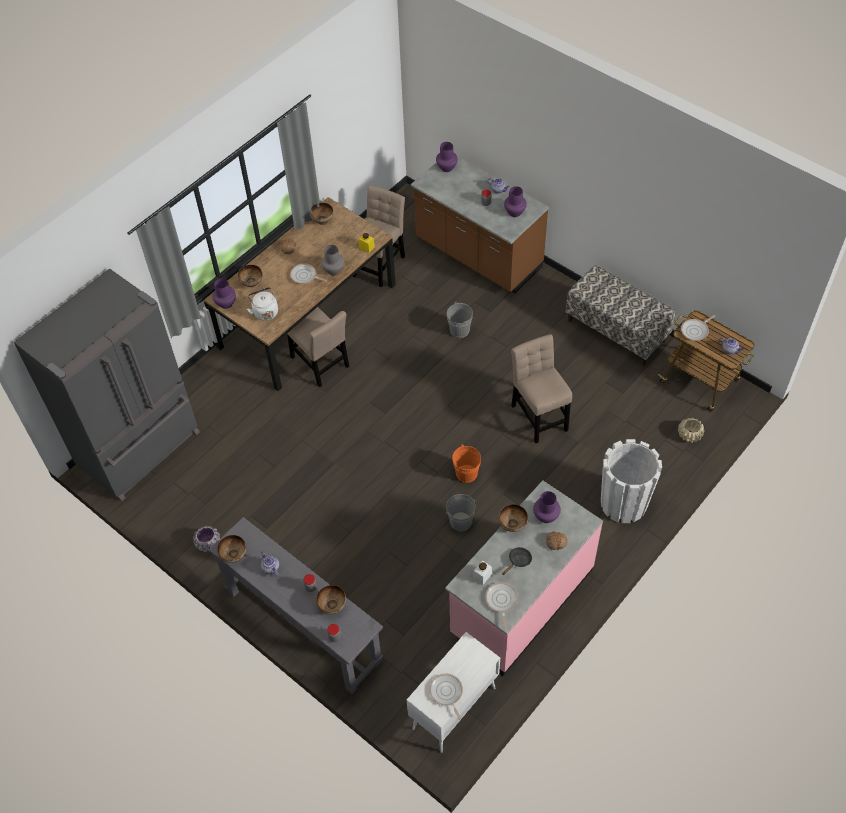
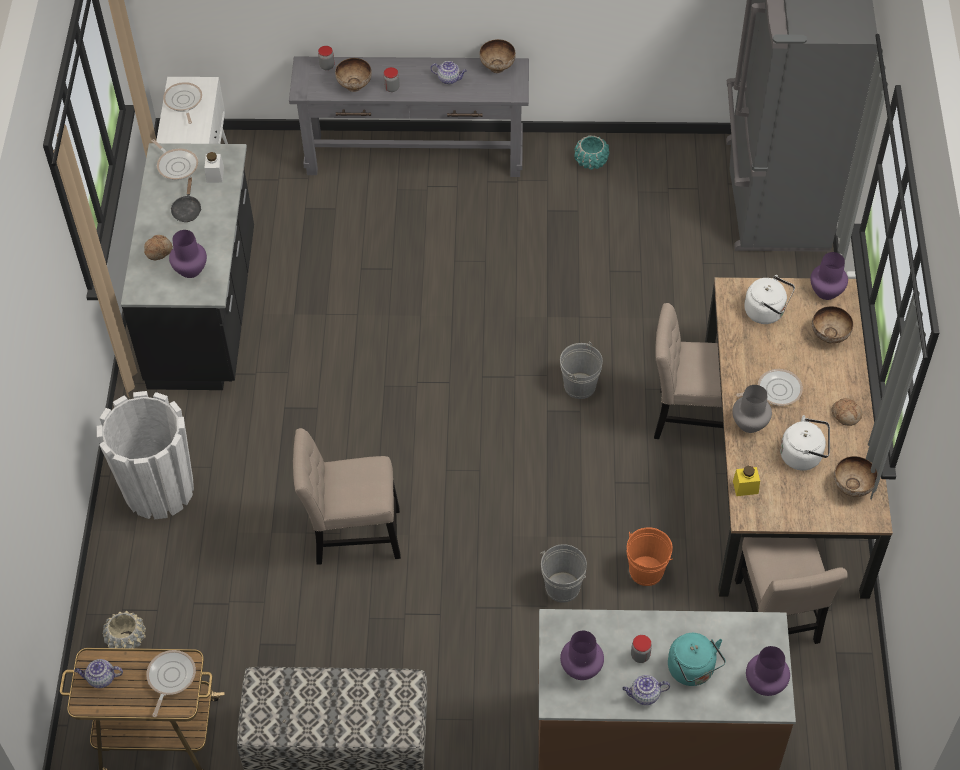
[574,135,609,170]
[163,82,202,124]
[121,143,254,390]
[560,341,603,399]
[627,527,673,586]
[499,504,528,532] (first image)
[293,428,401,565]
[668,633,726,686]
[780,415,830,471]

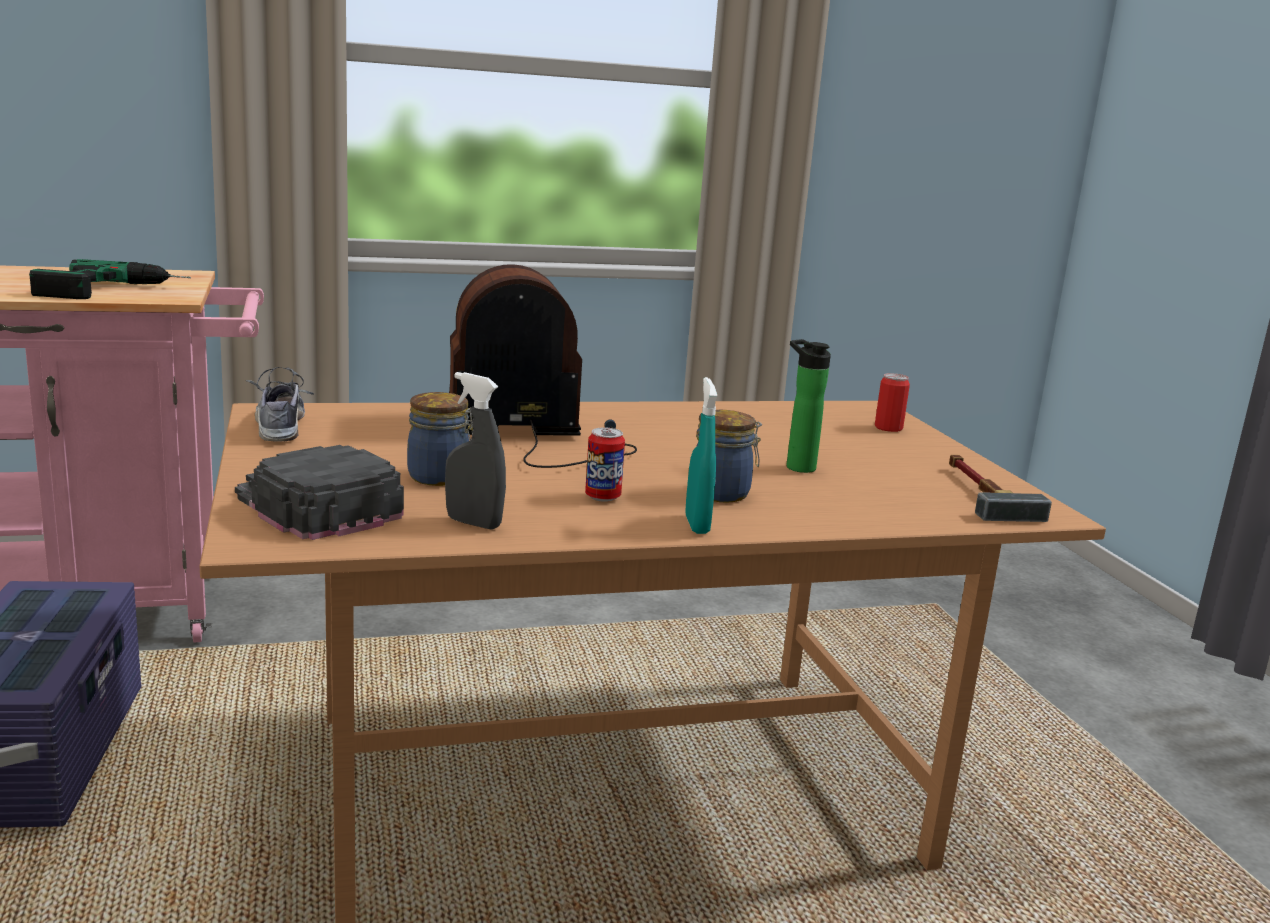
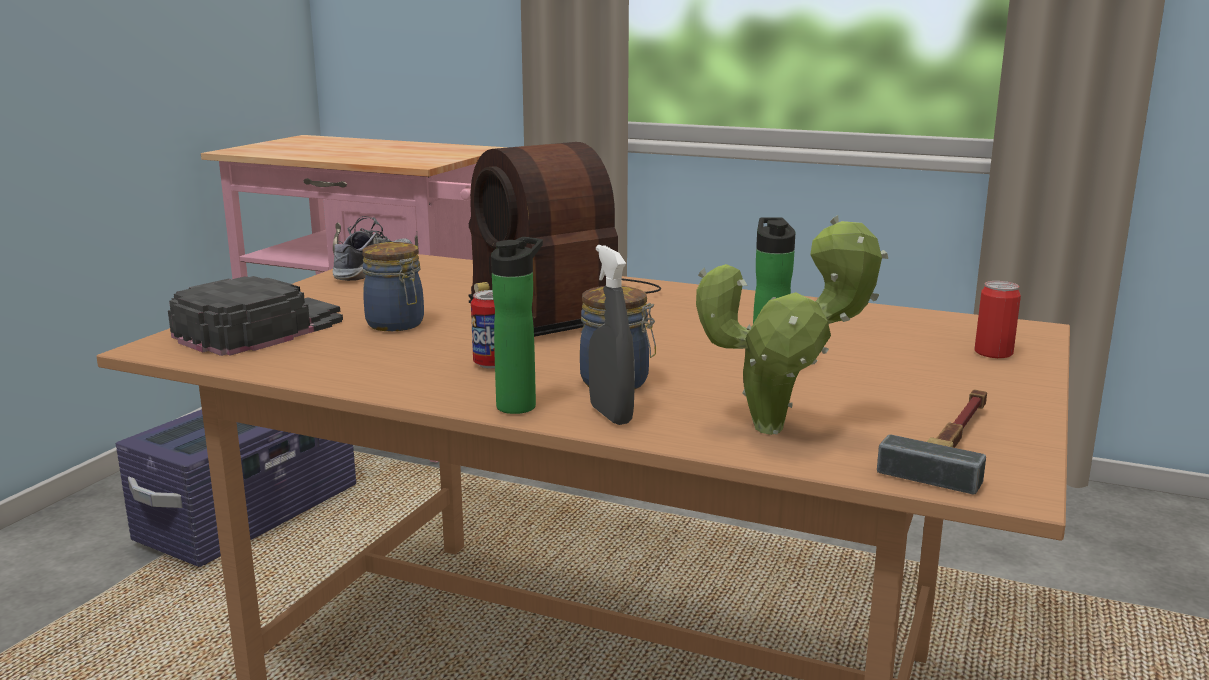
[29,259,191,299] (first image)
[168,276,343,356]
[589,245,635,425]
[468,142,661,337]
[491,237,543,414]
[696,215,888,435]

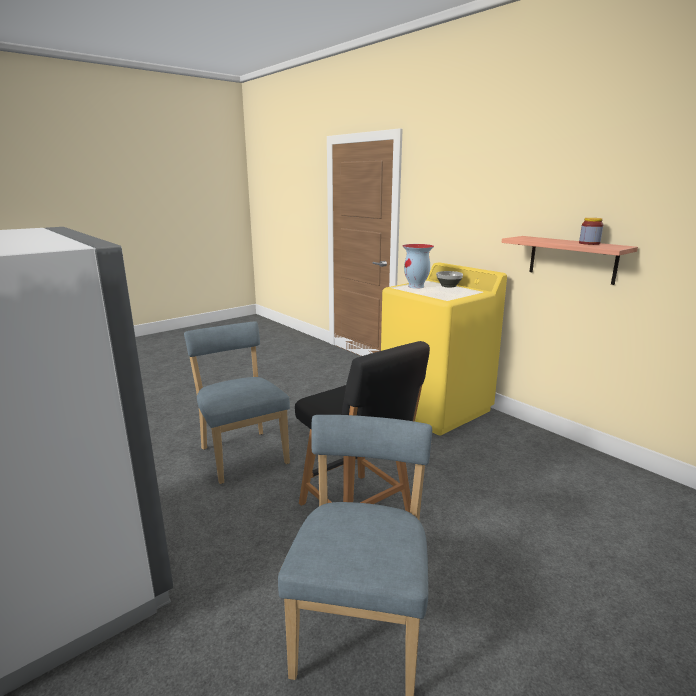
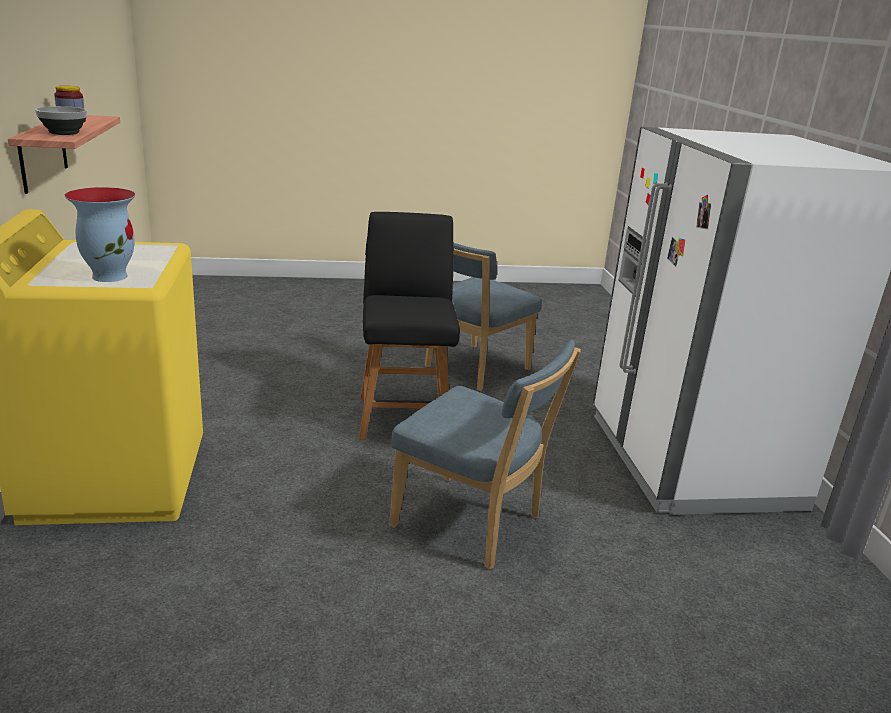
[389,340,581,570]
[35,106,87,135]

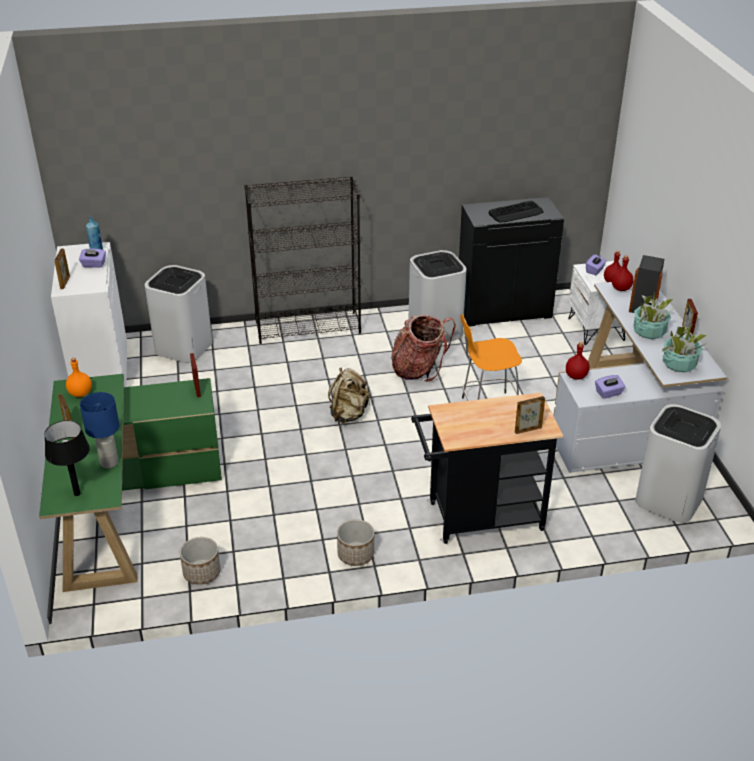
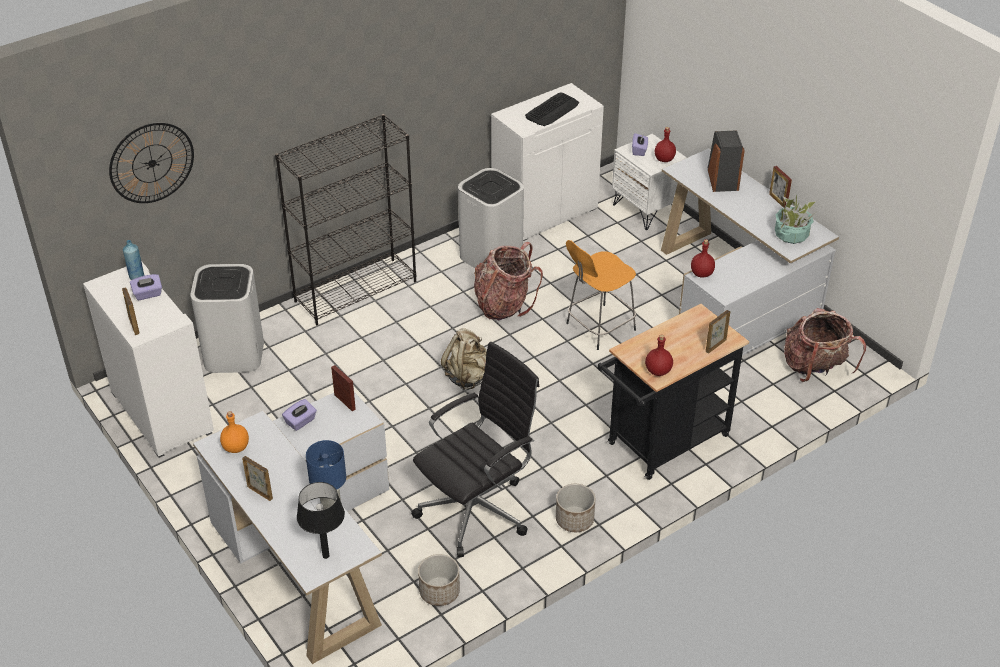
[193,392,389,664]
[491,83,604,241]
[282,399,317,431]
[645,335,673,376]
[633,293,676,339] (first image)
[784,308,866,382]
[109,122,194,203]
[411,342,539,557]

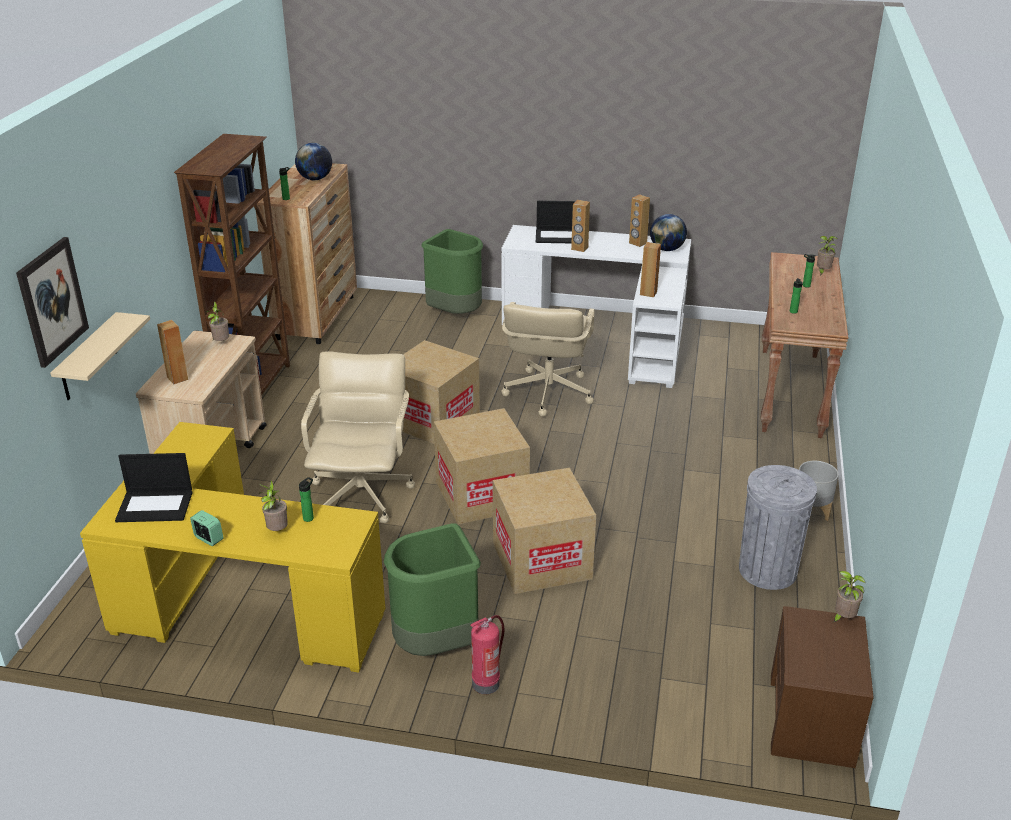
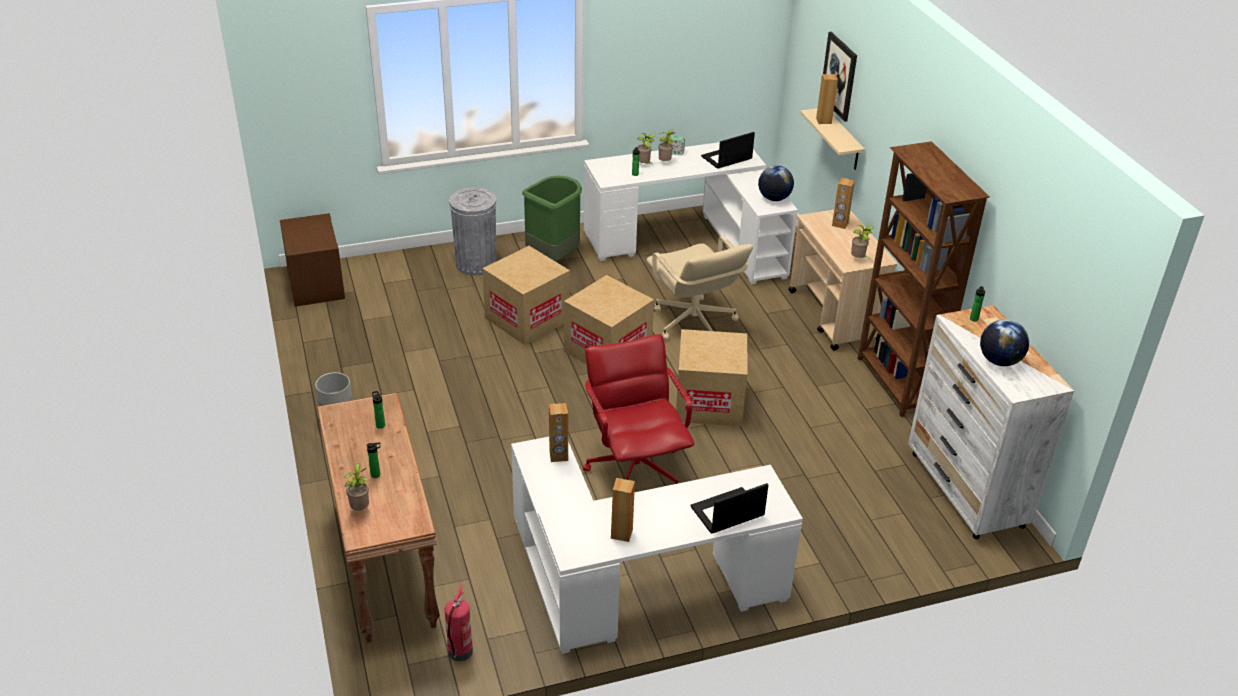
[584,142,798,285]
[908,305,1074,539]
[422,229,483,314] (first image)
[445,585,473,661]
[583,334,695,484]
[816,74,838,124]
[758,165,794,201]
[449,187,496,276]
[658,129,674,161]

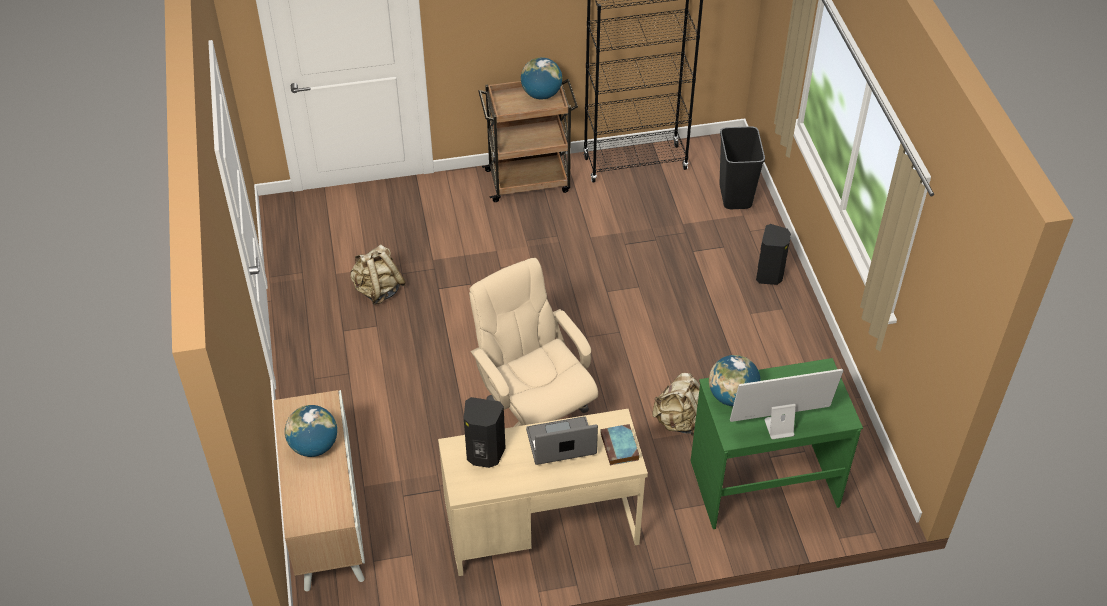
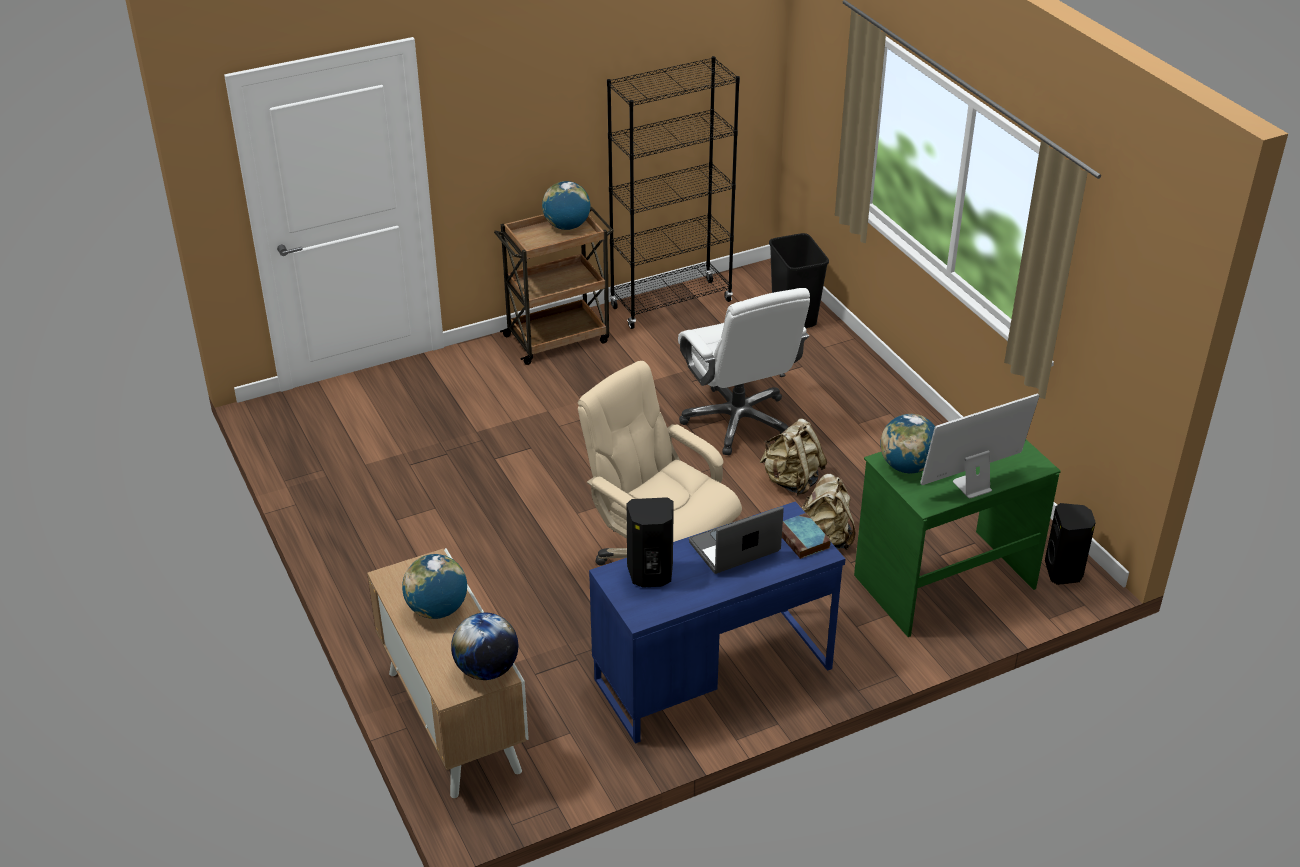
[760,418,827,495]
[589,501,846,744]
[1045,503,1096,585]
[451,613,518,680]
[678,288,810,455]

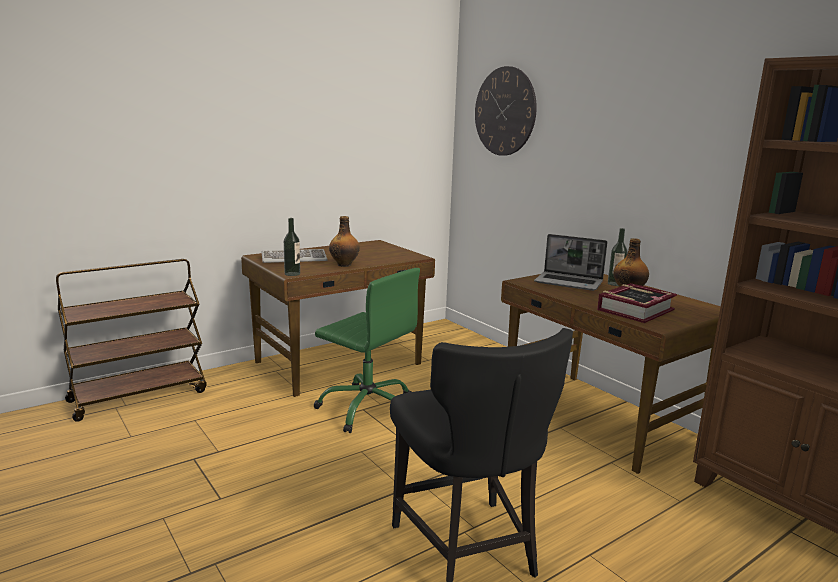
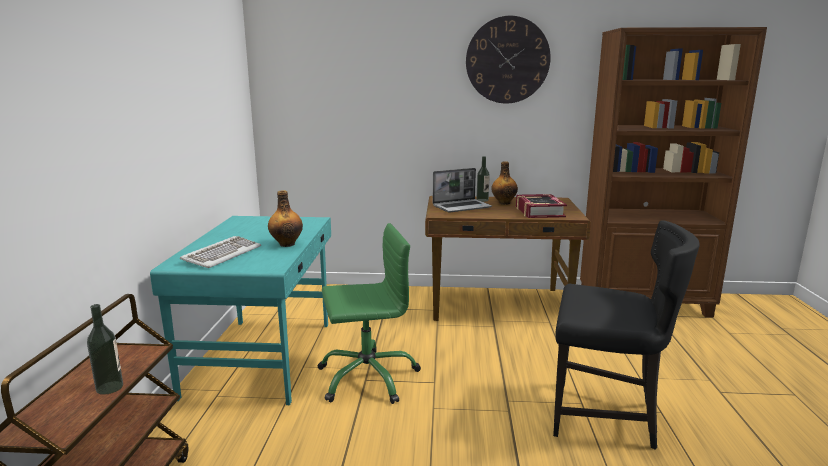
[150,216,331,405]
[87,304,123,395]
[466,16,551,103]

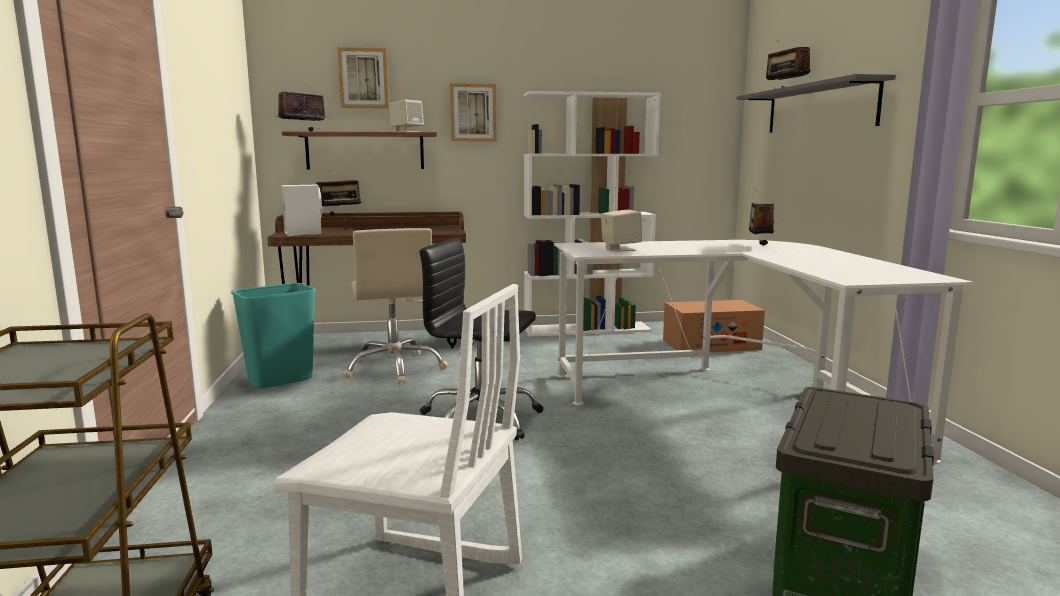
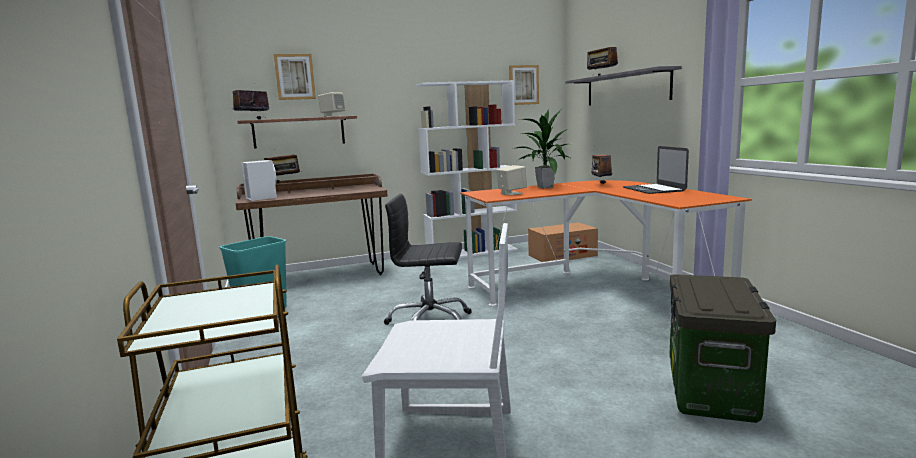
[343,228,447,384] (first image)
[509,65,539,105]
[460,180,752,328]
[514,109,572,188]
[622,146,689,194]

